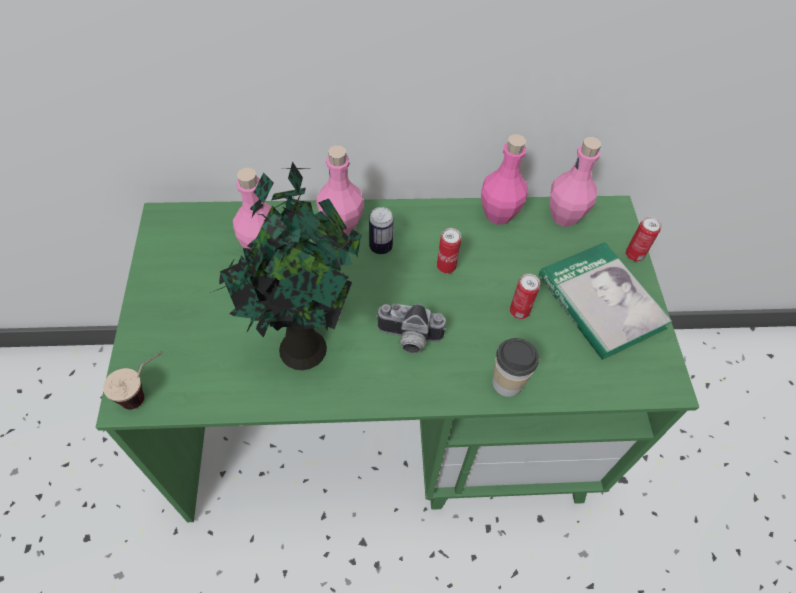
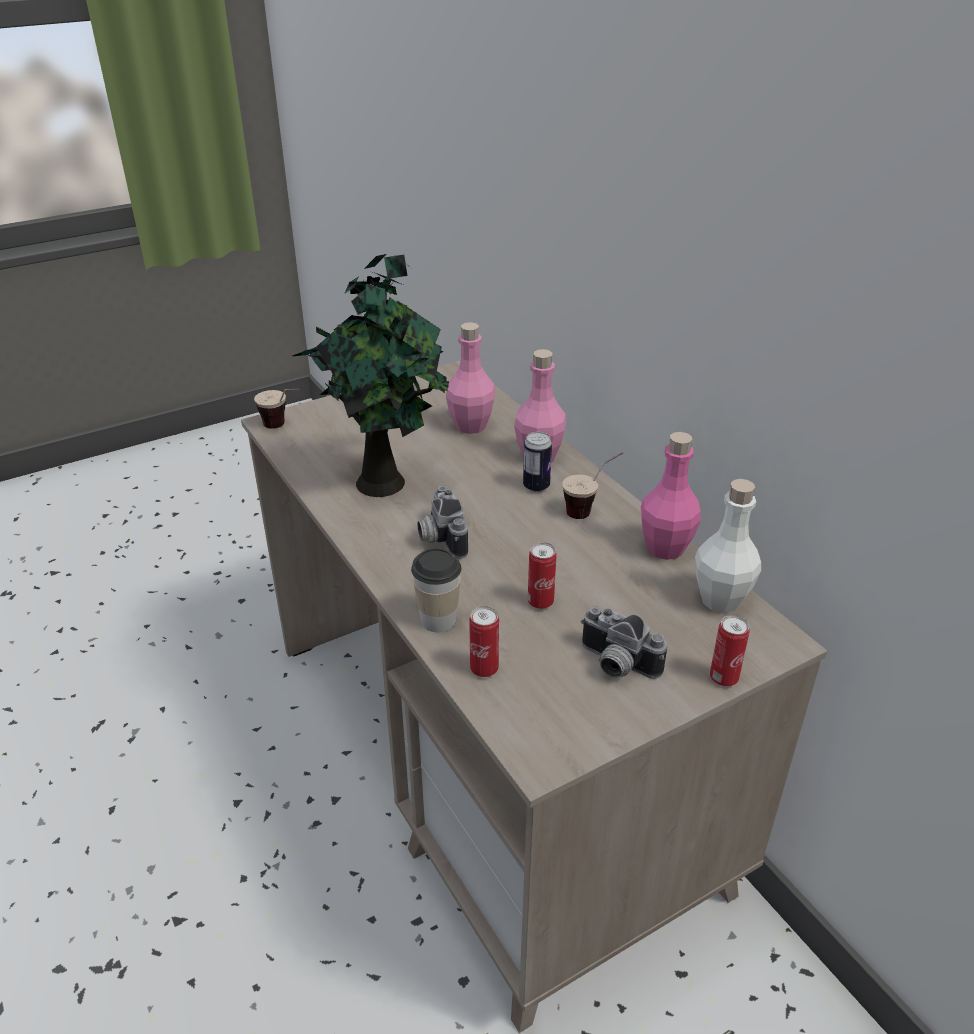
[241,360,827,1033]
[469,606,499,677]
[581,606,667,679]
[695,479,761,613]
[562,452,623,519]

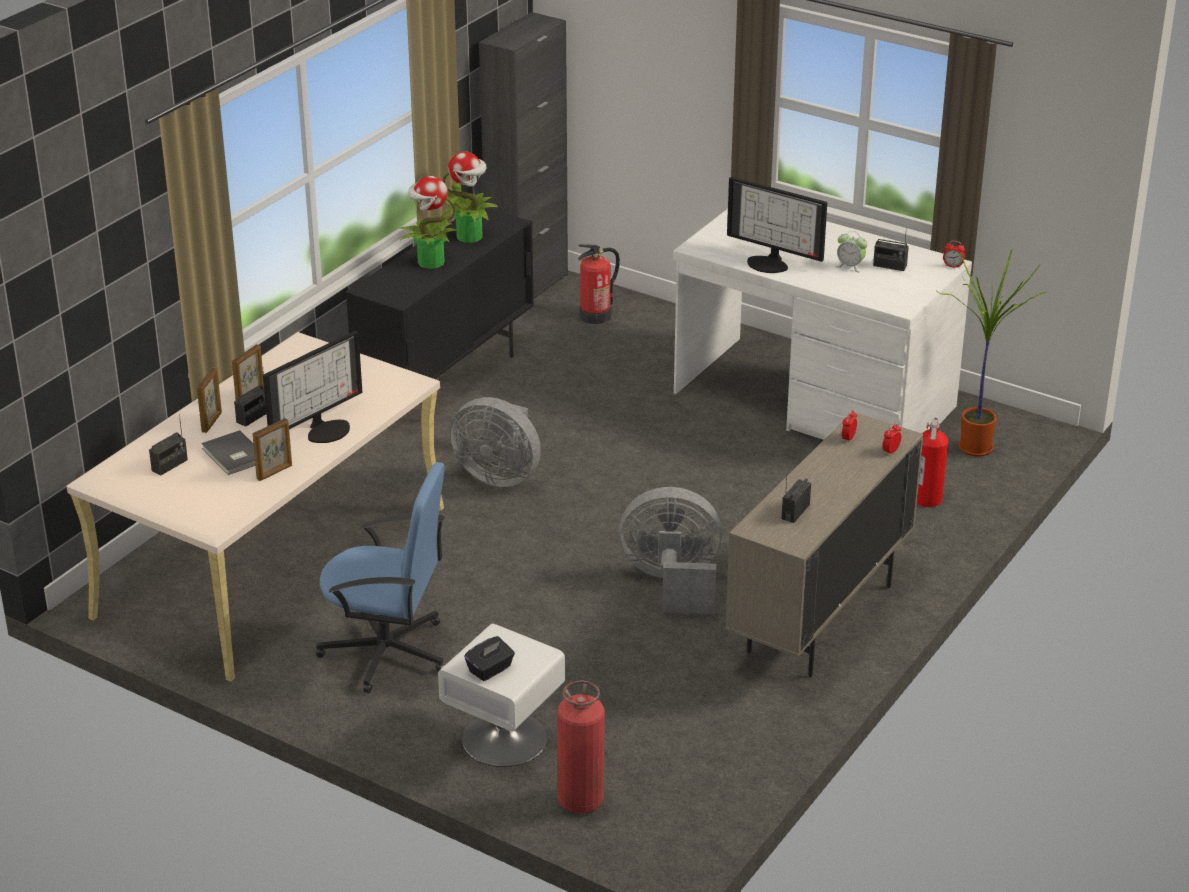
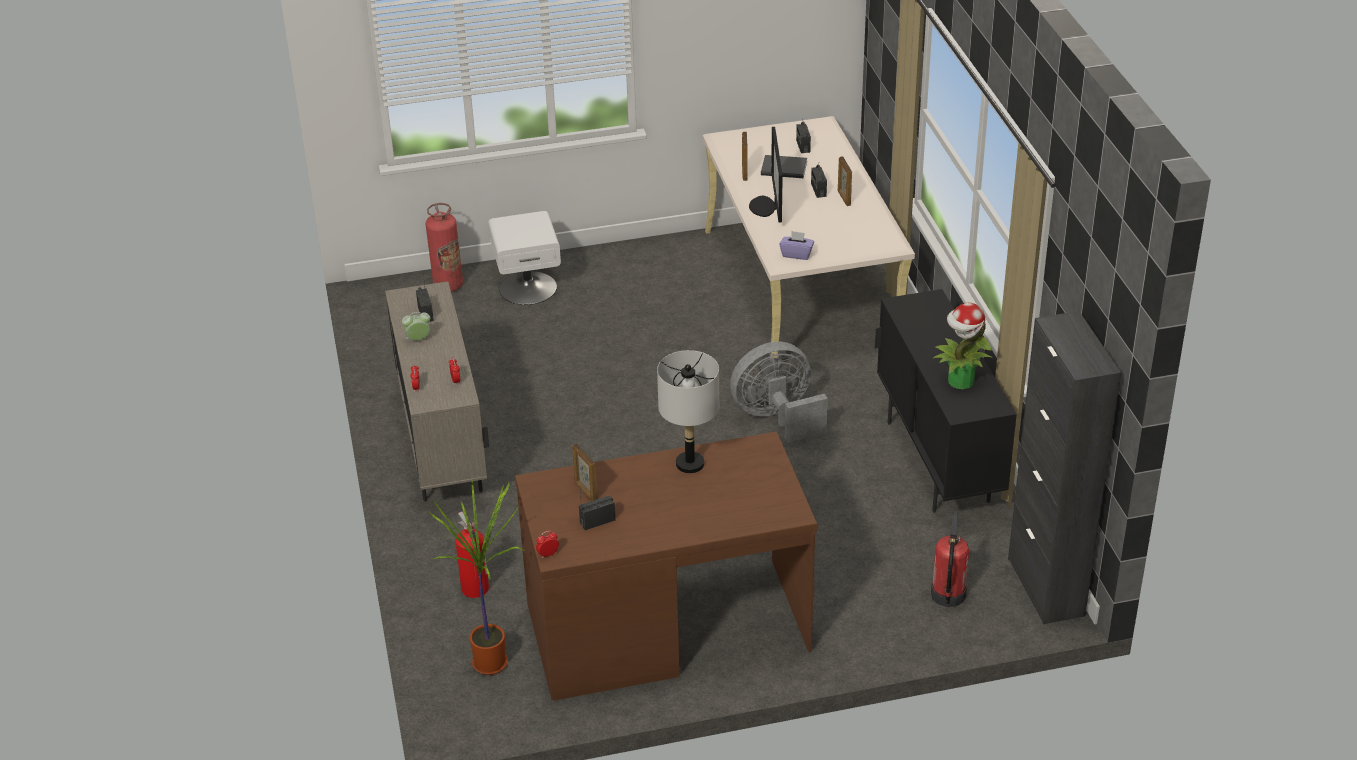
[573,443,597,501]
[316,462,445,694] (first image)
[399,176,459,269] (first image)
[464,636,515,681] (first image)
[619,487,722,614] (first image)
[515,432,817,700]
[657,350,719,473]
[402,312,430,341]
[779,231,814,260]

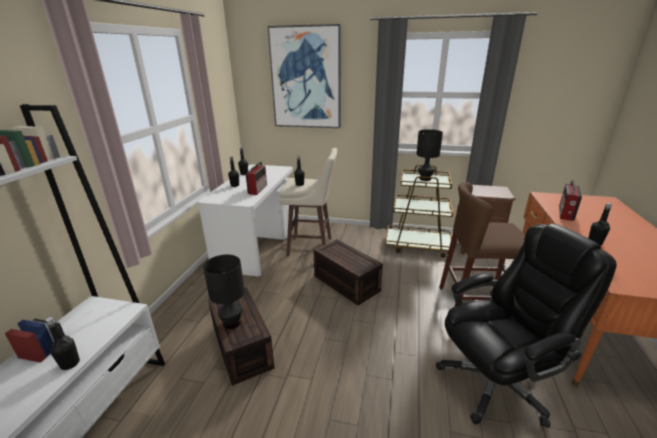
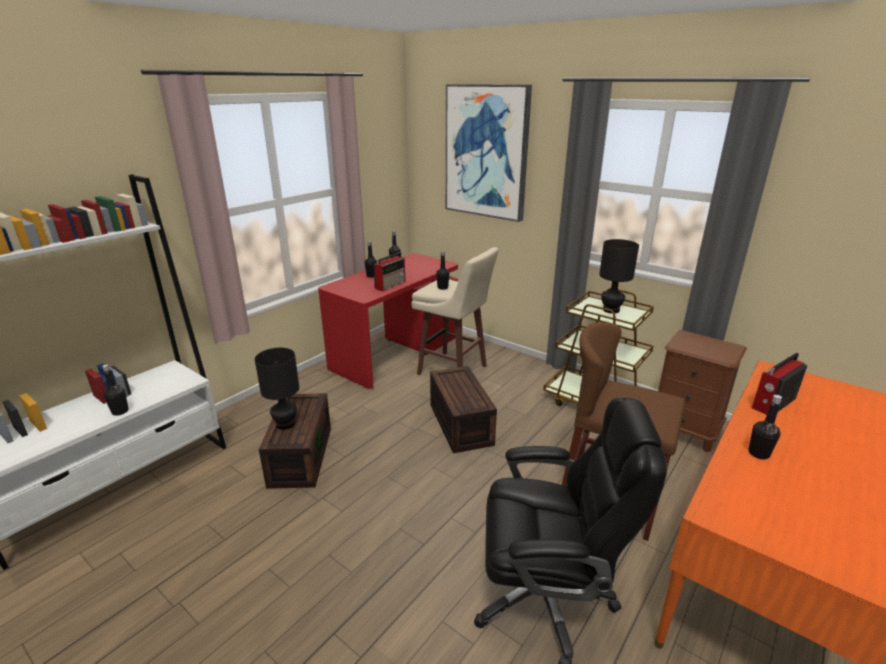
[318,253,458,389]

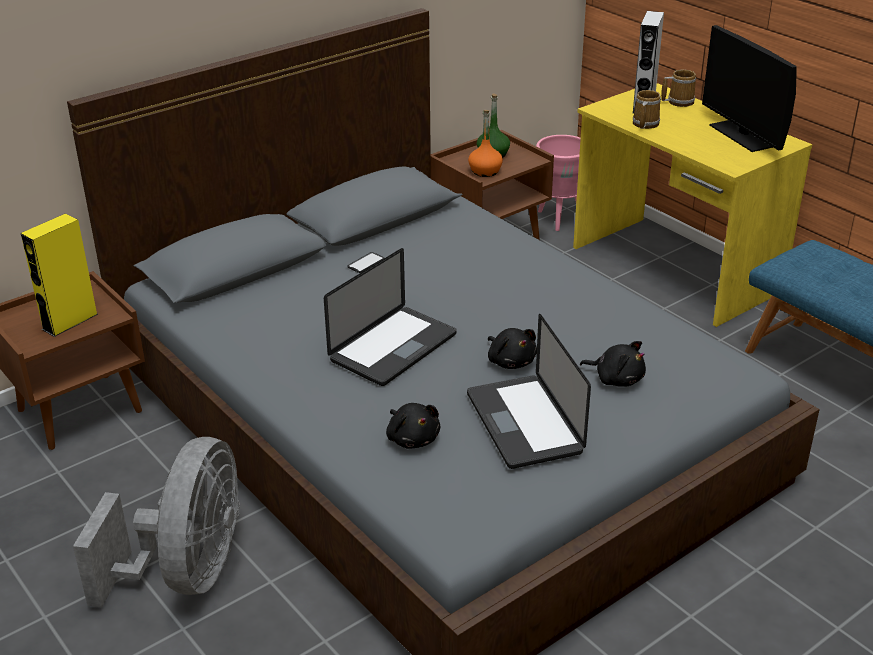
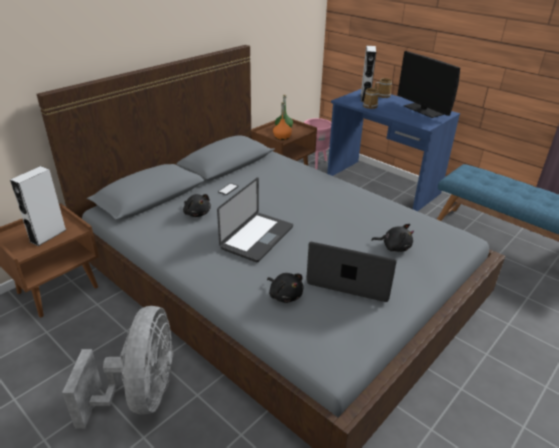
[10,166,66,246]
[306,242,396,302]
[183,194,211,217]
[327,89,460,211]

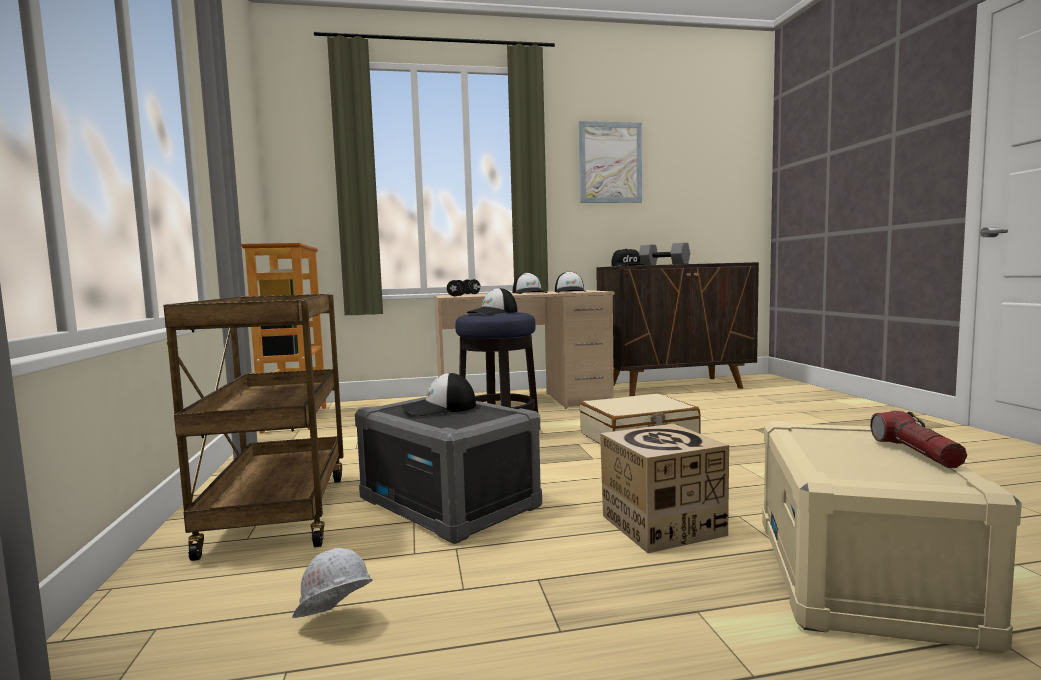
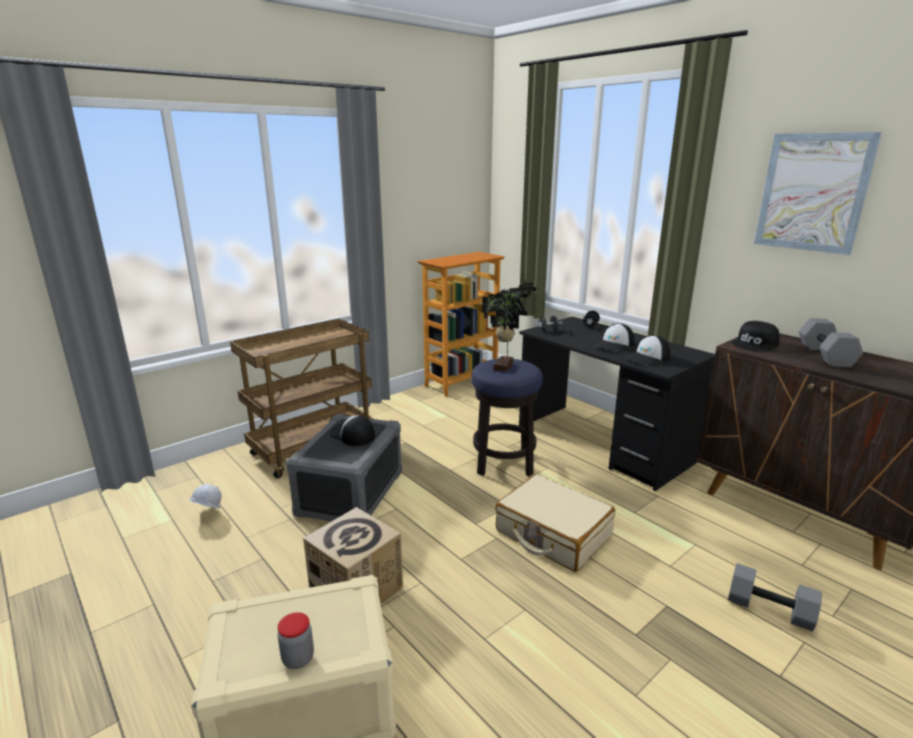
[519,316,715,491]
[482,283,536,372]
[277,612,314,669]
[728,563,822,632]

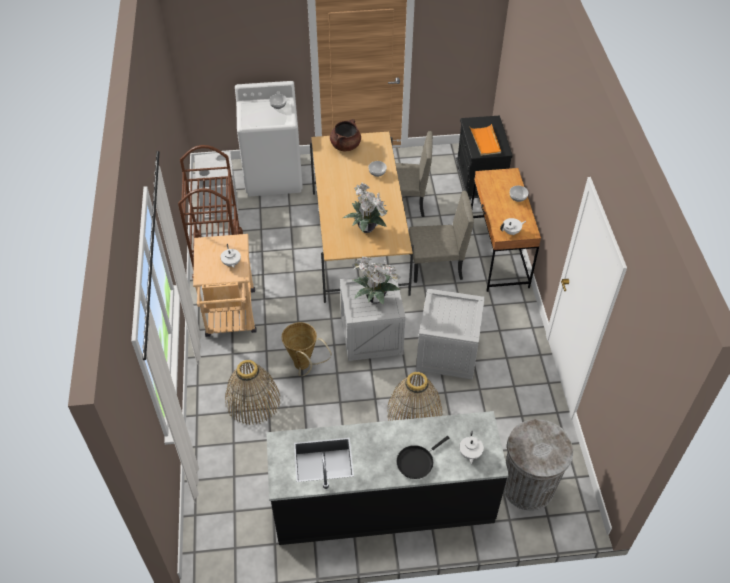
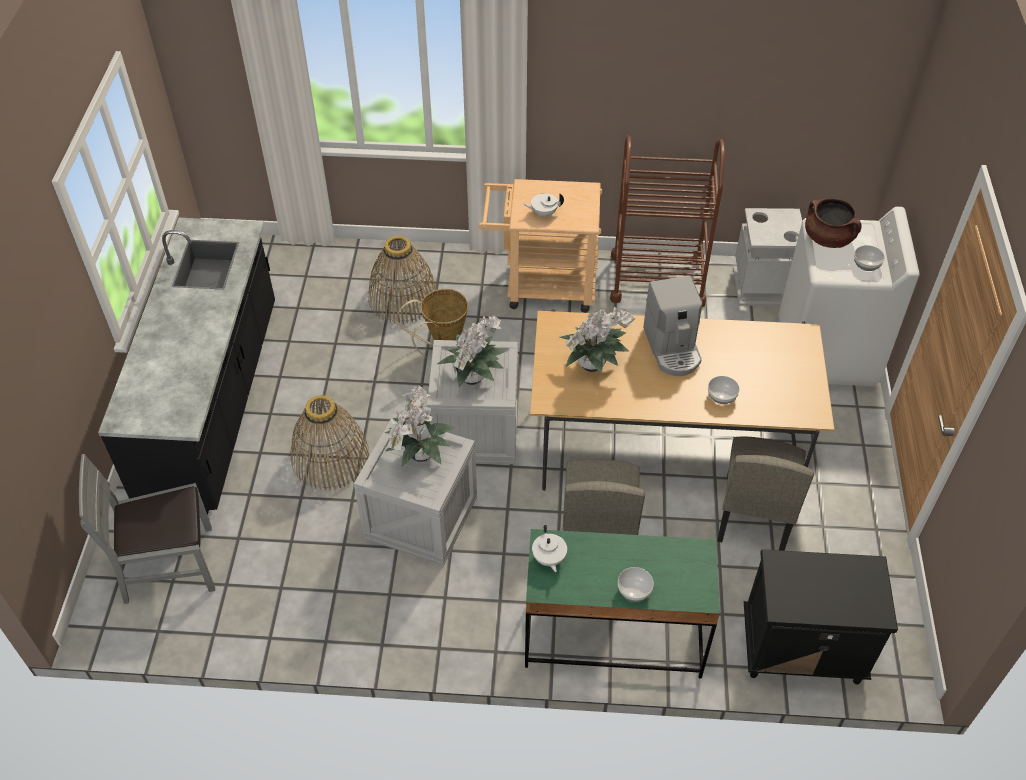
[805,198,861,248]
[396,436,449,479] (first image)
[459,431,484,464] (first image)
[470,124,501,156] (first image)
[525,529,720,678]
[79,454,215,604]
[385,385,455,467]
[643,276,702,376]

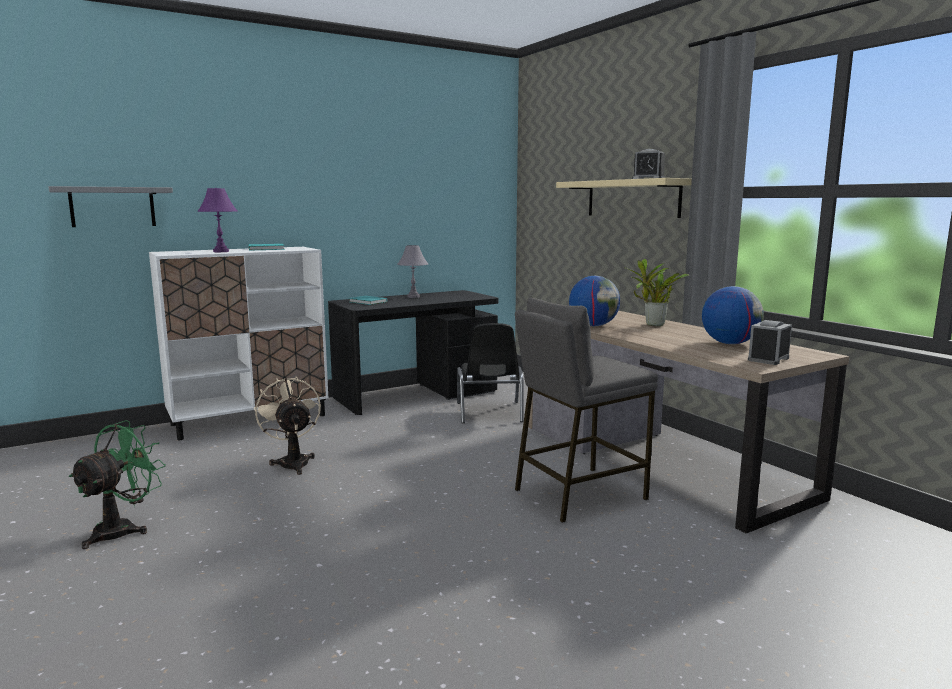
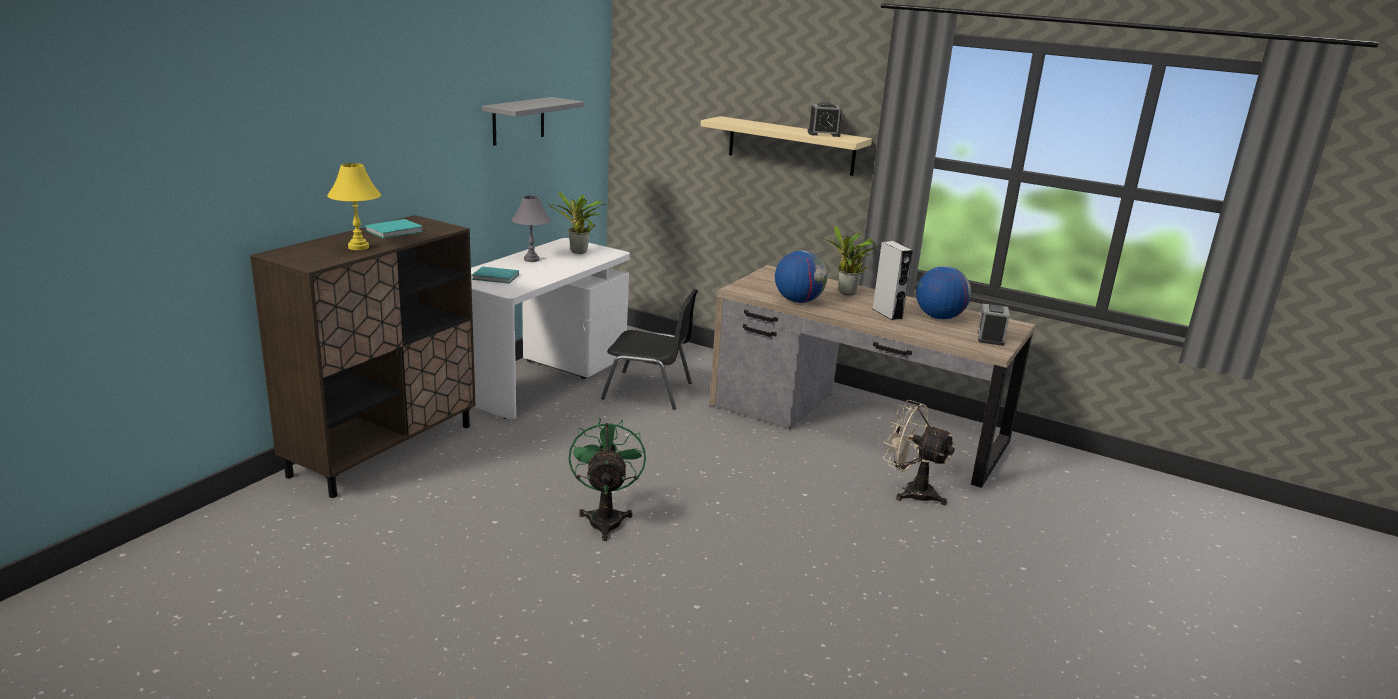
[482,97,584,146]
[569,417,646,541]
[250,215,475,498]
[327,163,381,250]
[883,400,956,505]
[471,238,630,419]
[601,289,698,410]
[515,298,658,523] (first image)
[548,192,606,254]
[873,241,913,320]

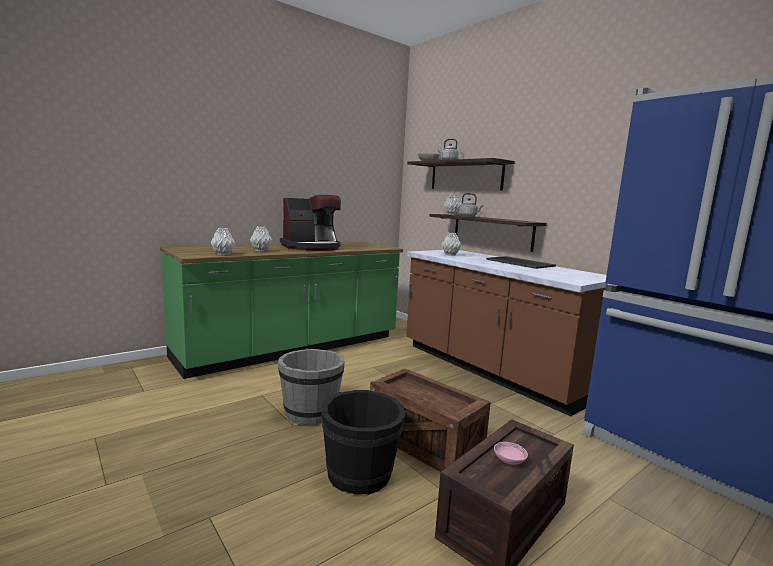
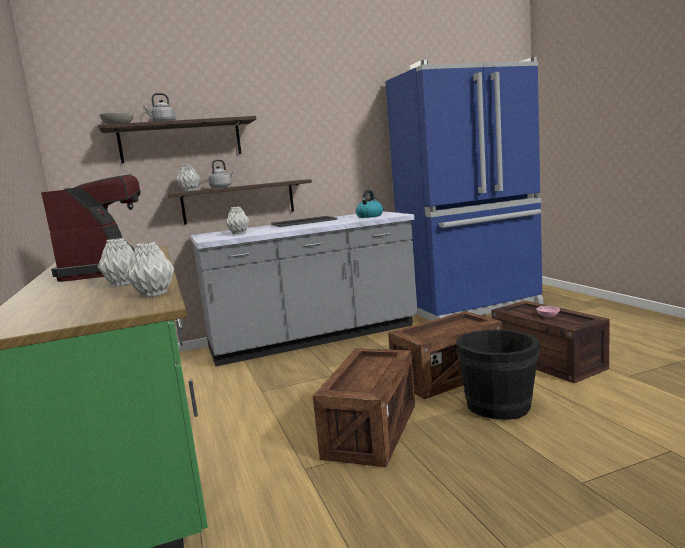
[313,349,415,467]
[190,211,418,366]
[356,190,383,218]

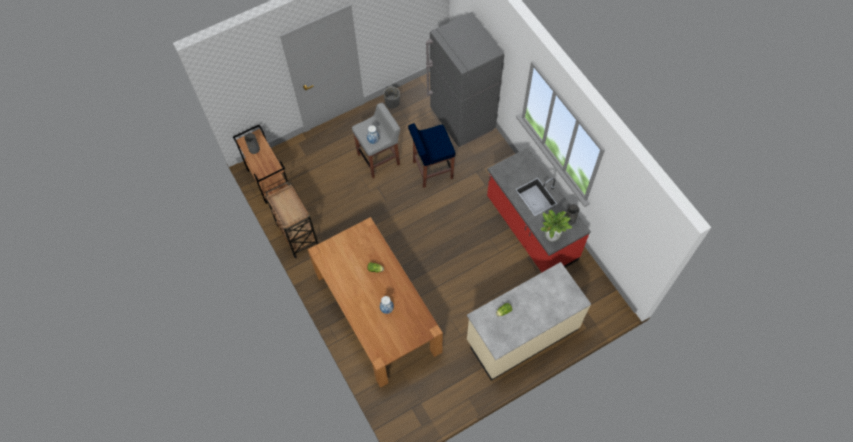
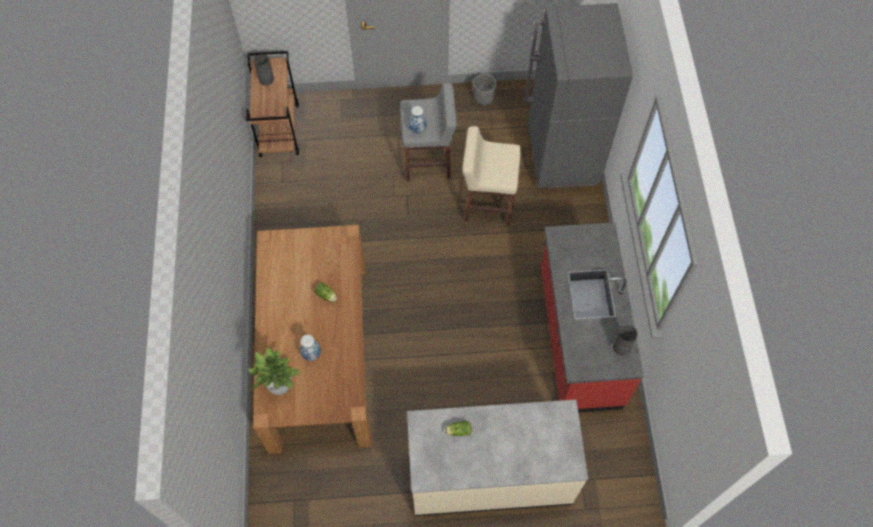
[265,182,319,258] (first image)
[462,126,521,226]
[248,347,299,395]

